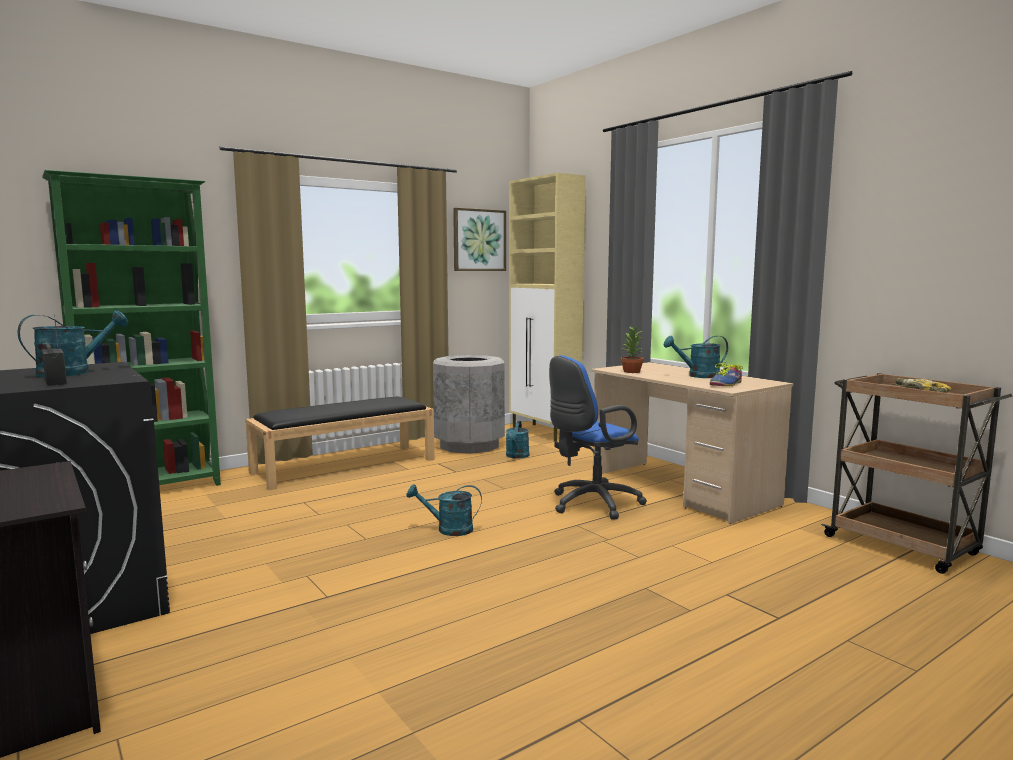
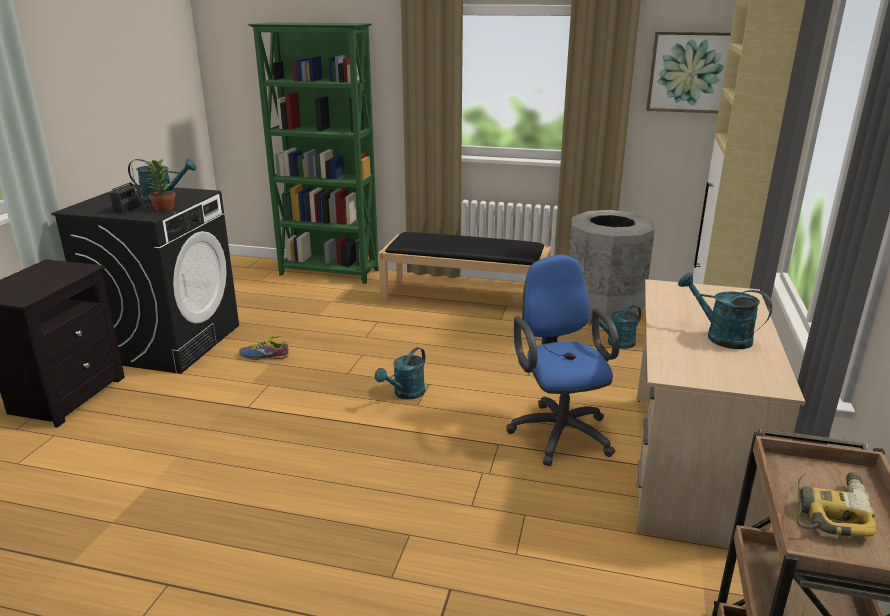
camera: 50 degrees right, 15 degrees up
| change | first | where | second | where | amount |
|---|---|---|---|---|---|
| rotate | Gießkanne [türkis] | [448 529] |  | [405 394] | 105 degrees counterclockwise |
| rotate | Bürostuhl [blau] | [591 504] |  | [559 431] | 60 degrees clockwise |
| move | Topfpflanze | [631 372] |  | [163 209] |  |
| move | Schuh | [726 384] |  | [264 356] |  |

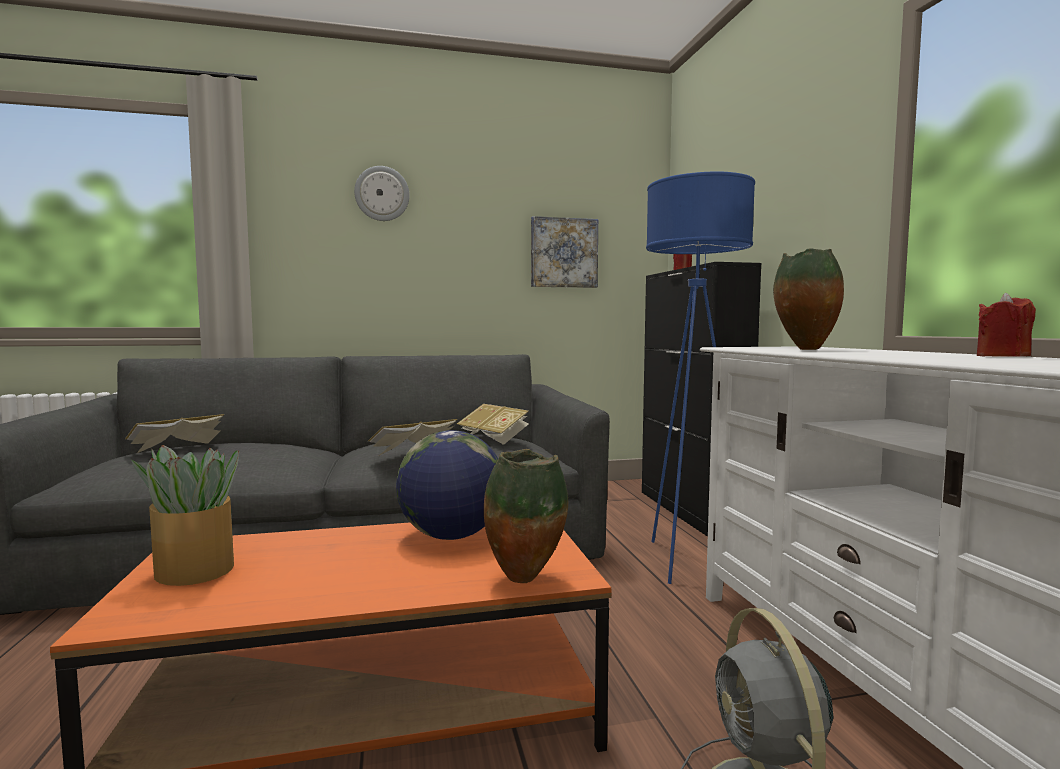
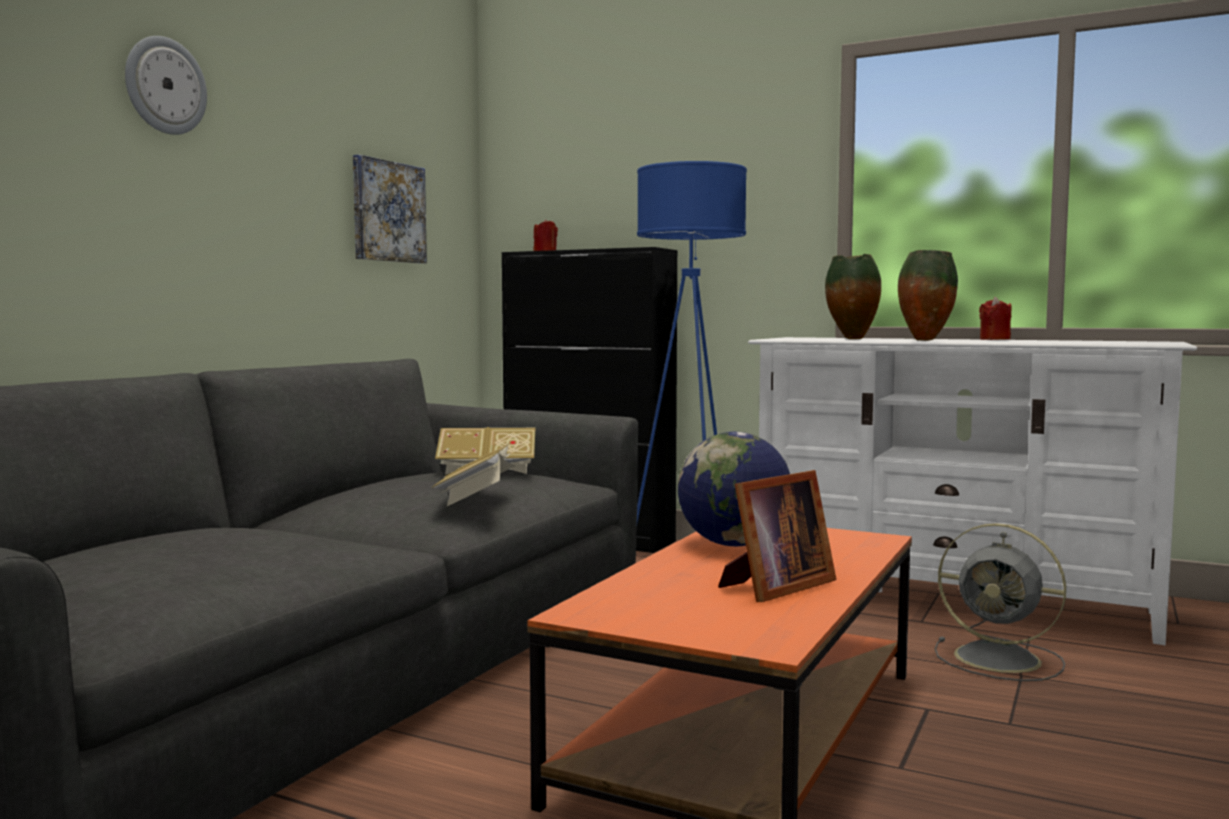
camera: 50 degrees left, 0 degrees up
| change | first | where | second | where | amount |
|---|---|---|---|---|---|
| delete | Buch | [178 450] |  |  |  |
| delete | Topfpflanze | [195 570] |  |  |  |
| move | Vase | [526 580] |  | [925 340] |  |
| insert |  |  | Bilderrahmen | [774 587] |  |

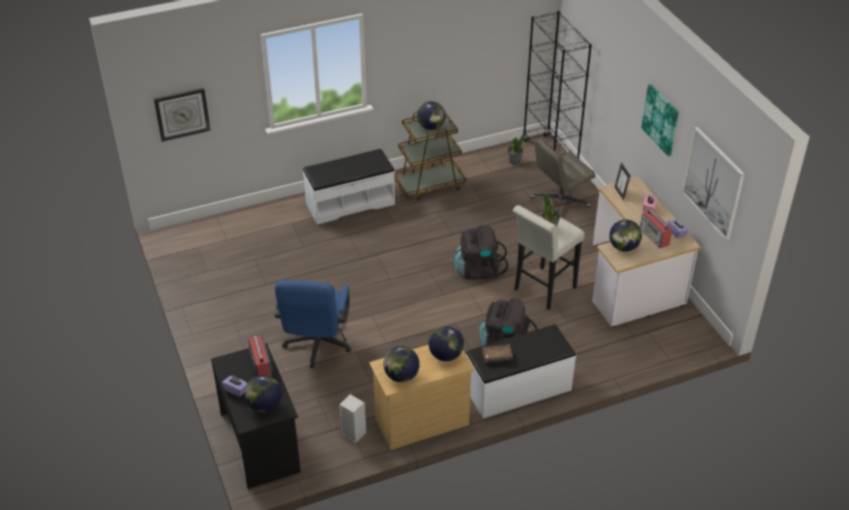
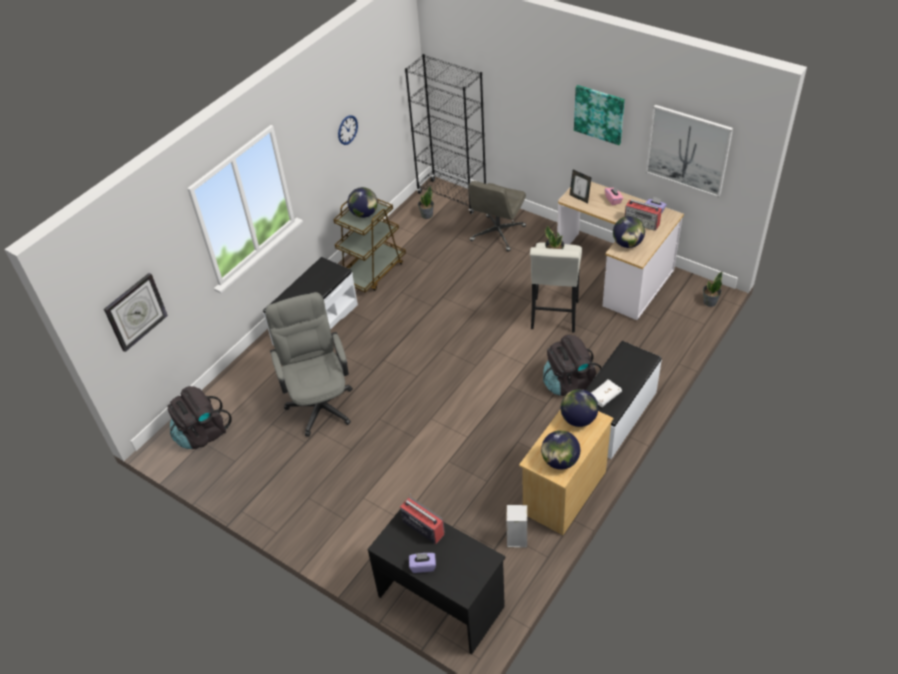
camera: 30 degrees left, 5 degrees up
| change | first | where | second | where | amount |
|---|---|---|---|---|---|
| delete | Globus | [264 405] |  |  |  |
| delete | Bürostuhl [blau] | [316 346] |  |  |  |
| move | Rucksack [schwarz] | [478 270] |  | [202 433] |  |
| recolor | Buch [braun] | [497 357] | Buch [weiß] | [604 396] |  |
| insert |  |  | Bürostuhl [grau] | [319 401] |  |
| insert |  |  | Wanduhr | [347 130] |  |
| insert |  |  | Topfpflanze | [709 302] |  |

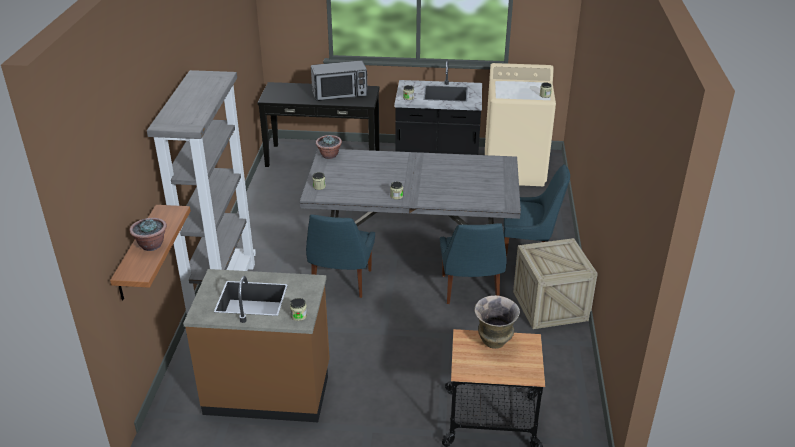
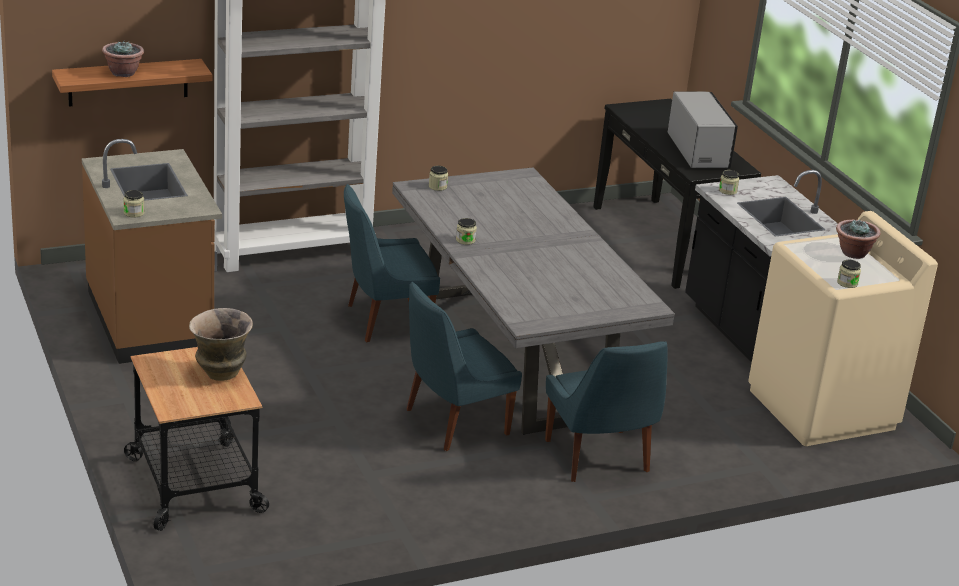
camera: 60 degrees right, 5 degrees down
| change | first | where | second | where | amount |
|---|---|---|---|---|---|
| rotate | Mikrowelle | [340 94] |  | [698 150] | 150 degrees counterclockwise |
| move | Topfpflanze | [329 155] |  | [853 253] |  |
| delete | Kiste | [550 306] |  |  |  |

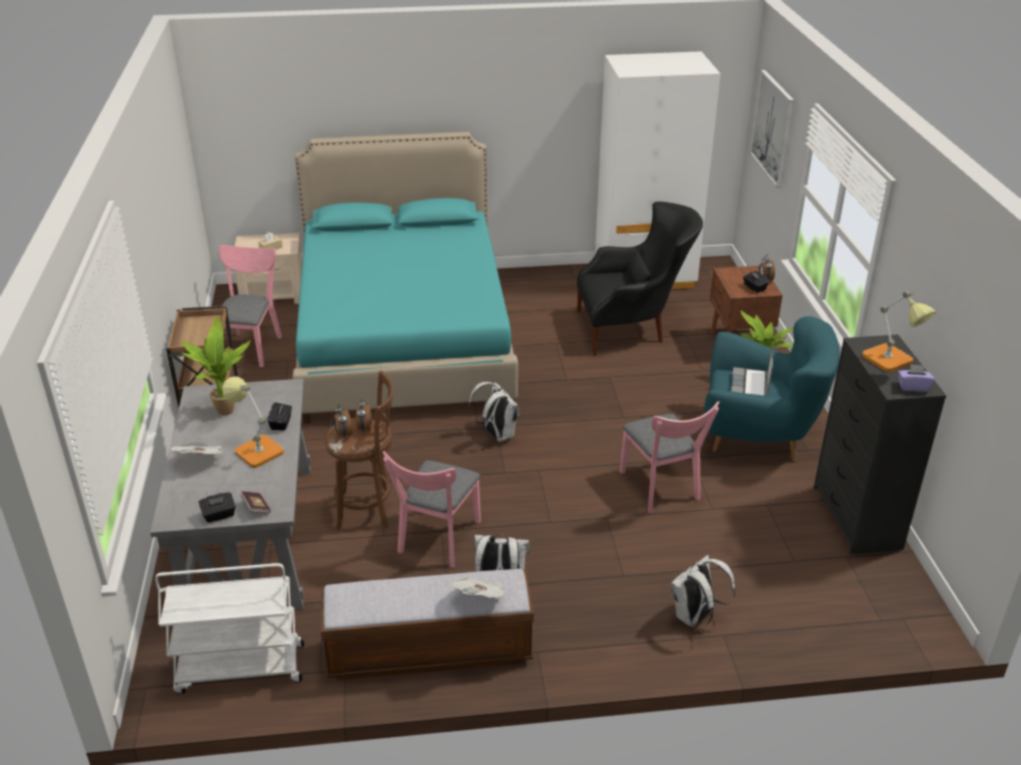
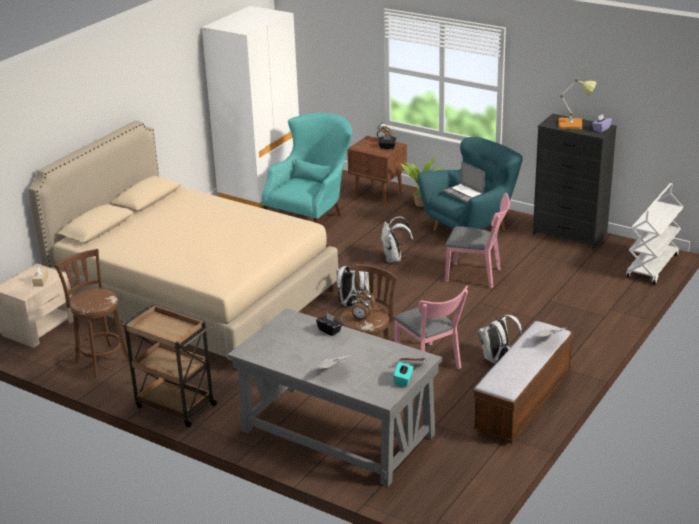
camera: 50 degrees left, 5 degrees down
| change | first | where | second | where | amount |
|---|---|---|---|---|---|
| move | Rollwagen [weiß] | [239 669] |  | [652 267] |  |
| delete | Topfpflanze | [222 411] |  |  |  |
| recolor | Taschentuchbox [schwarz] | [219 515] | Taschentuchbox [türkis] | [403 380] |  |
| replace | Stuhl [rosa] | [252 346] | Hocker [braun] | [101 360] |  |
| delete | Tischlampe | [255 450] |  |  |  |
| recolor | Bett [türkis] | [403 339] | Bett [beige] | [194 297] |  |
| recolor | Sessel [schwarz] | [633 329] | Sessel [türkis] | [312 218] |  |
| move | Rucksack [weiß] | [695 617] |  | [394 259] |  |
| delete | Bild | [772 128] |  |  |  |

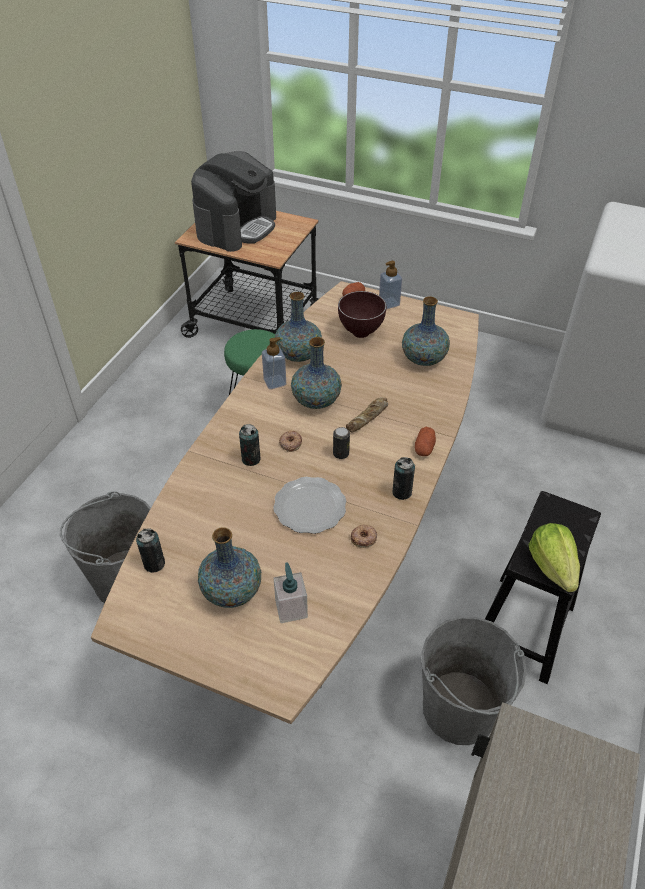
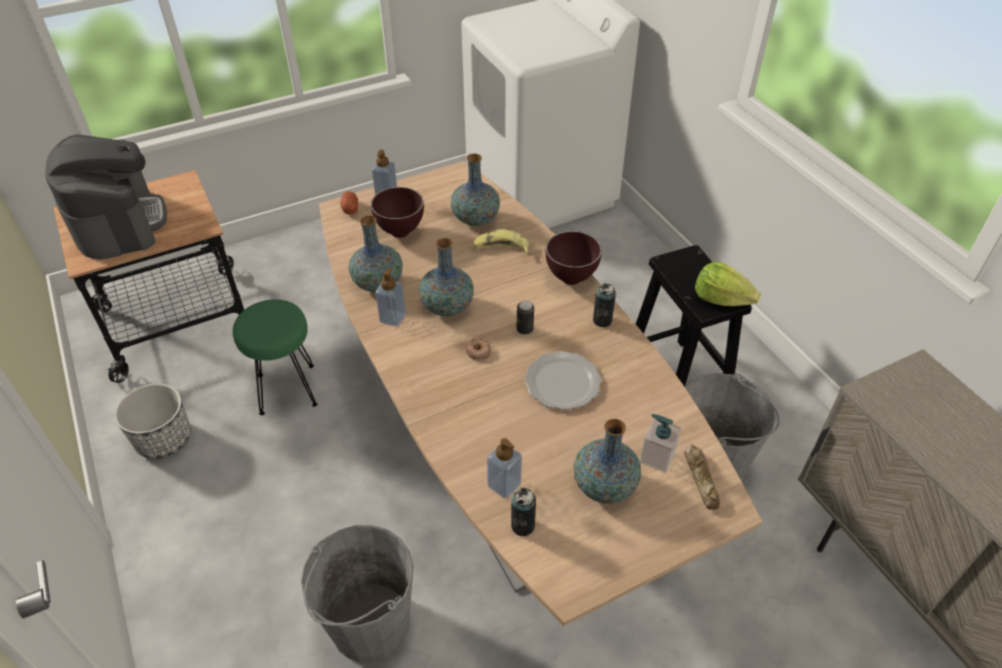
camera: 50 degrees left, 0 degrees up
| change | first | where | second | where | amount |
|---|---|---|---|---|---|
| delete | Dose | [251 459] |  |  |  |
| move | Brot | [368 417] |  | [701 479] |  |
| delete | Donut | [364 538] |  |  |  |
| replace | Kartoffel | [424 448] | Schüssel [braun] | [570 279] |  |
| insert |  |  | Pflanzkübel | [163 439] |  |
| insert |  |  | Banane | [501 249] |  |
| insert |  |  | Seifenspender | [504 485] |  |

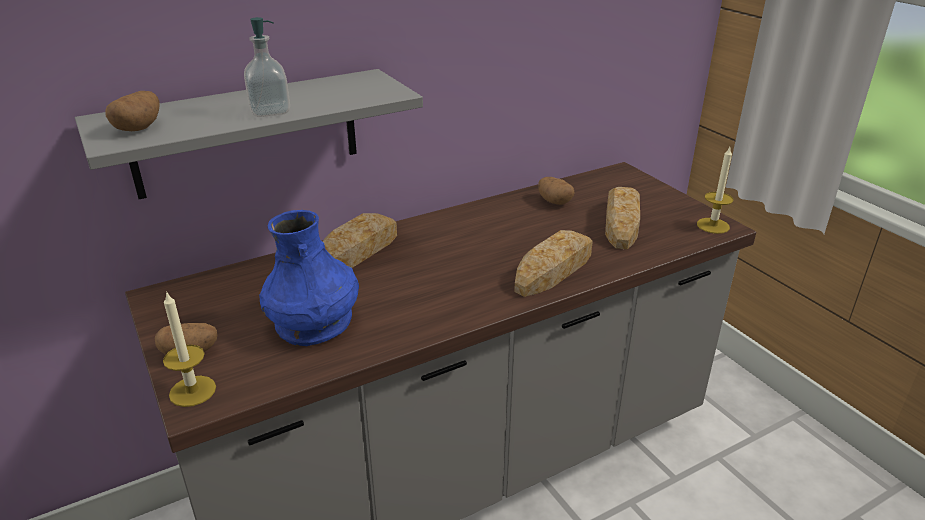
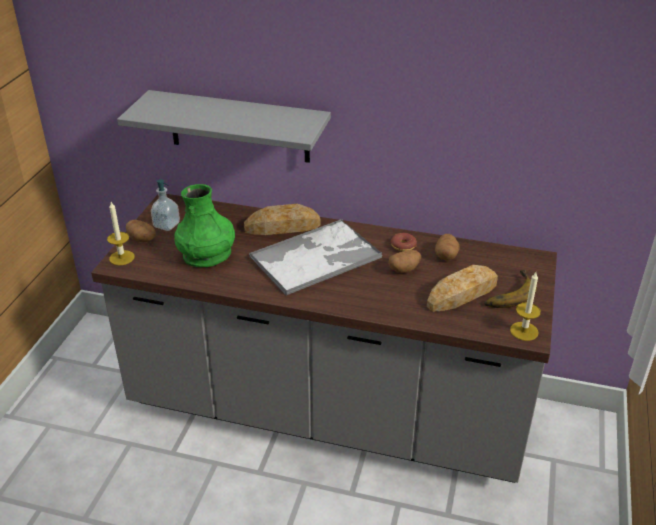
camera: 45 degrees right, 5 degrees up
| change | first | where | second | where | amount |
|---|---|---|---|---|---|
| move | Kartoffel | [139 128] |  | [404 269] |  |
| move | Seifenspender | [270 111] |  | [166 225] |  |
| recolor | Vase [blau] | [314 322] | Vase [grün] | [207 254] |  |
| delete | Brot | [553 270] |  |  |  |
| insert |  |  | Tablett | [316 257] |  |
| insert |  |  | Donut | [403 246] |  |
| insert |  |  | Banane | [506 293] |  |

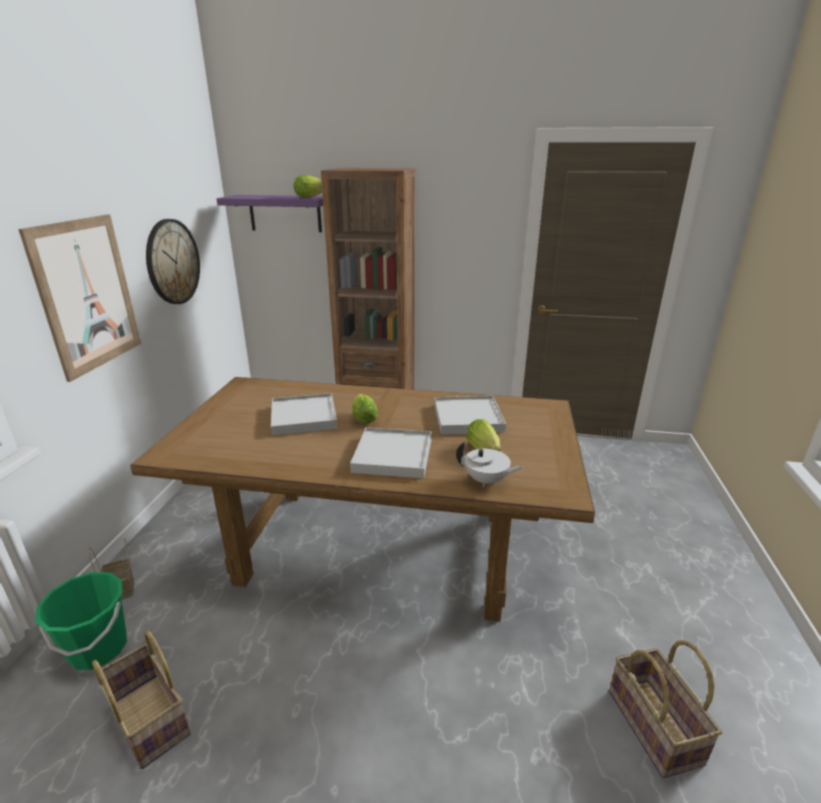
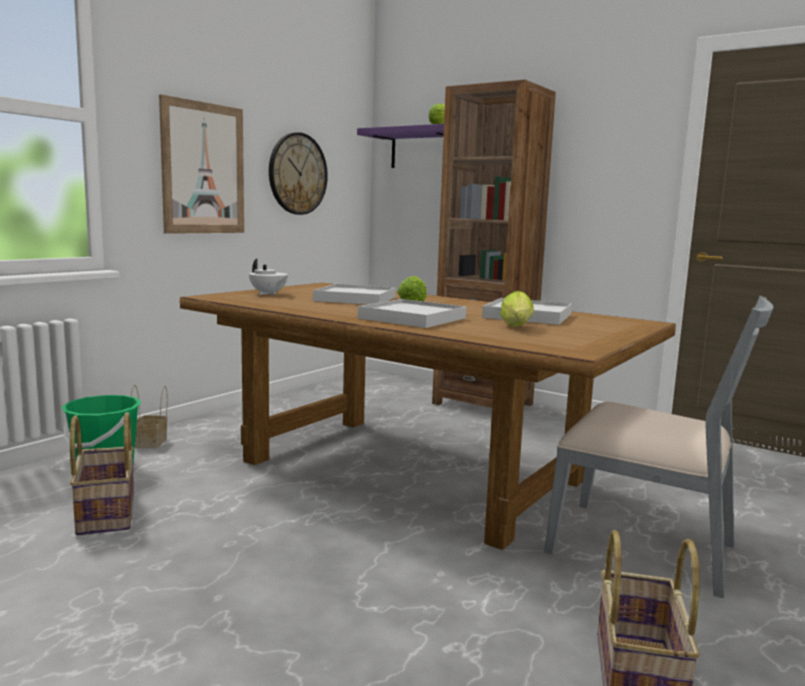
camera: 25 degrees right, 15 degrees down
| change | first | where | second | where | amount |
|---|---|---|---|---|---|
| move | Teekanne [weiß] | [486 480] |  | [268 294] |  |
| insert |  |  | Stuhl [grau] | [643 547] |  |

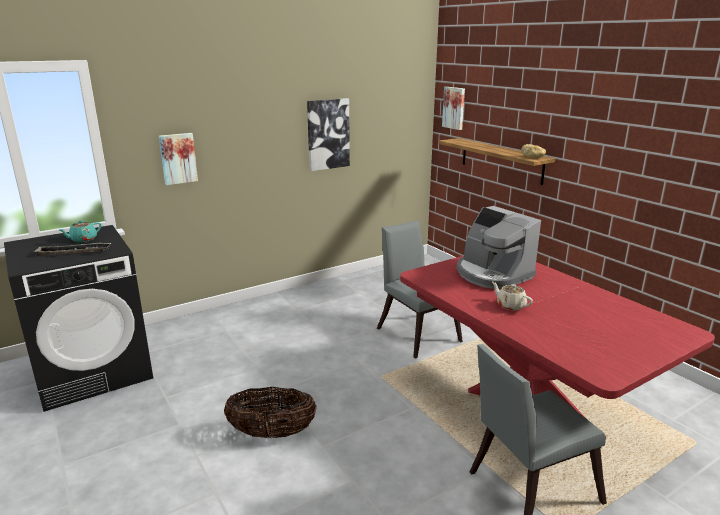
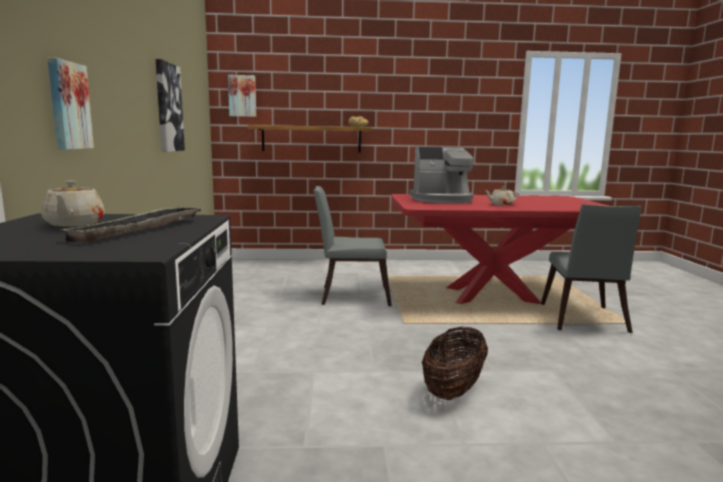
camera: 60 degrees left, 10 degrees down
| change | first | where | second | where | amount |
|---|---|---|---|---|---|
| recolor | Teekanne [türkis] | [83 239] | Teekanne [beige] | [74 224] |  |

